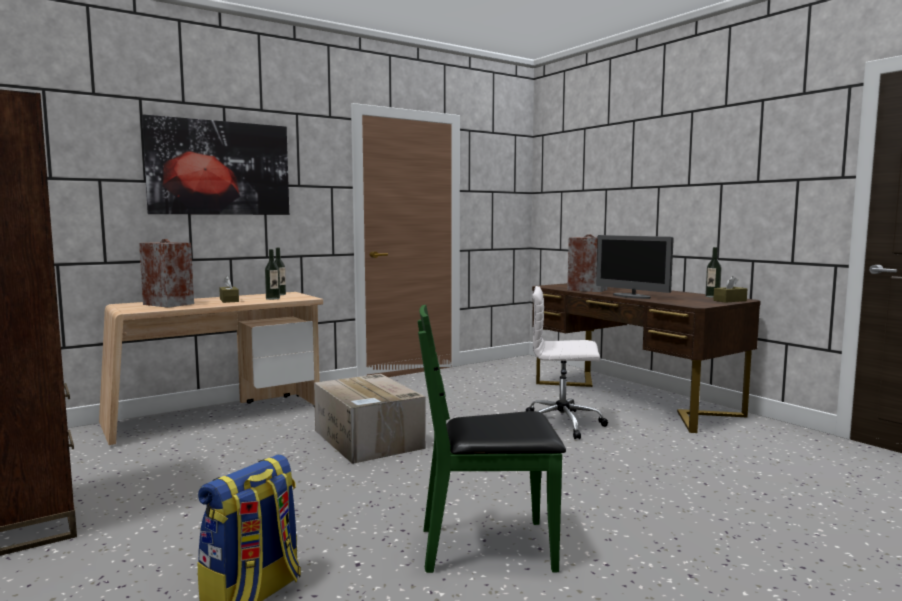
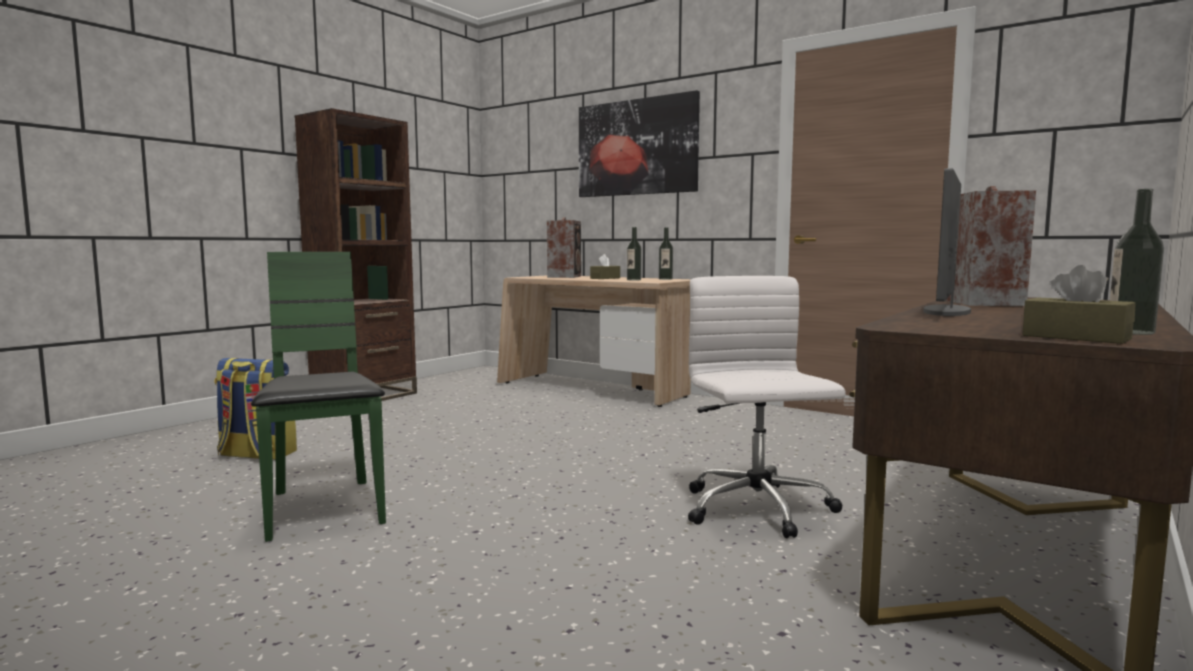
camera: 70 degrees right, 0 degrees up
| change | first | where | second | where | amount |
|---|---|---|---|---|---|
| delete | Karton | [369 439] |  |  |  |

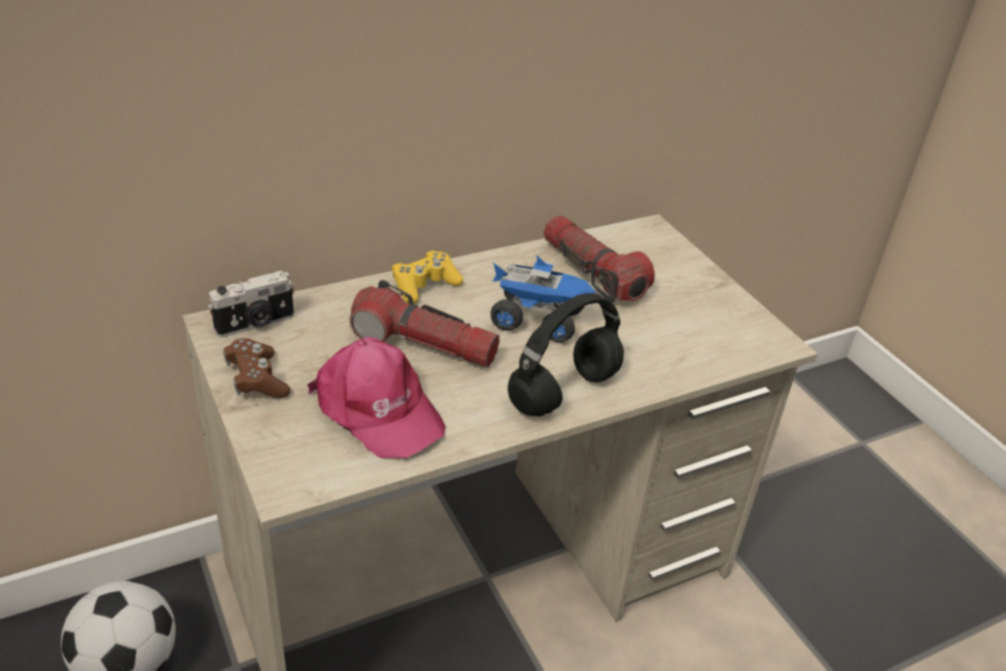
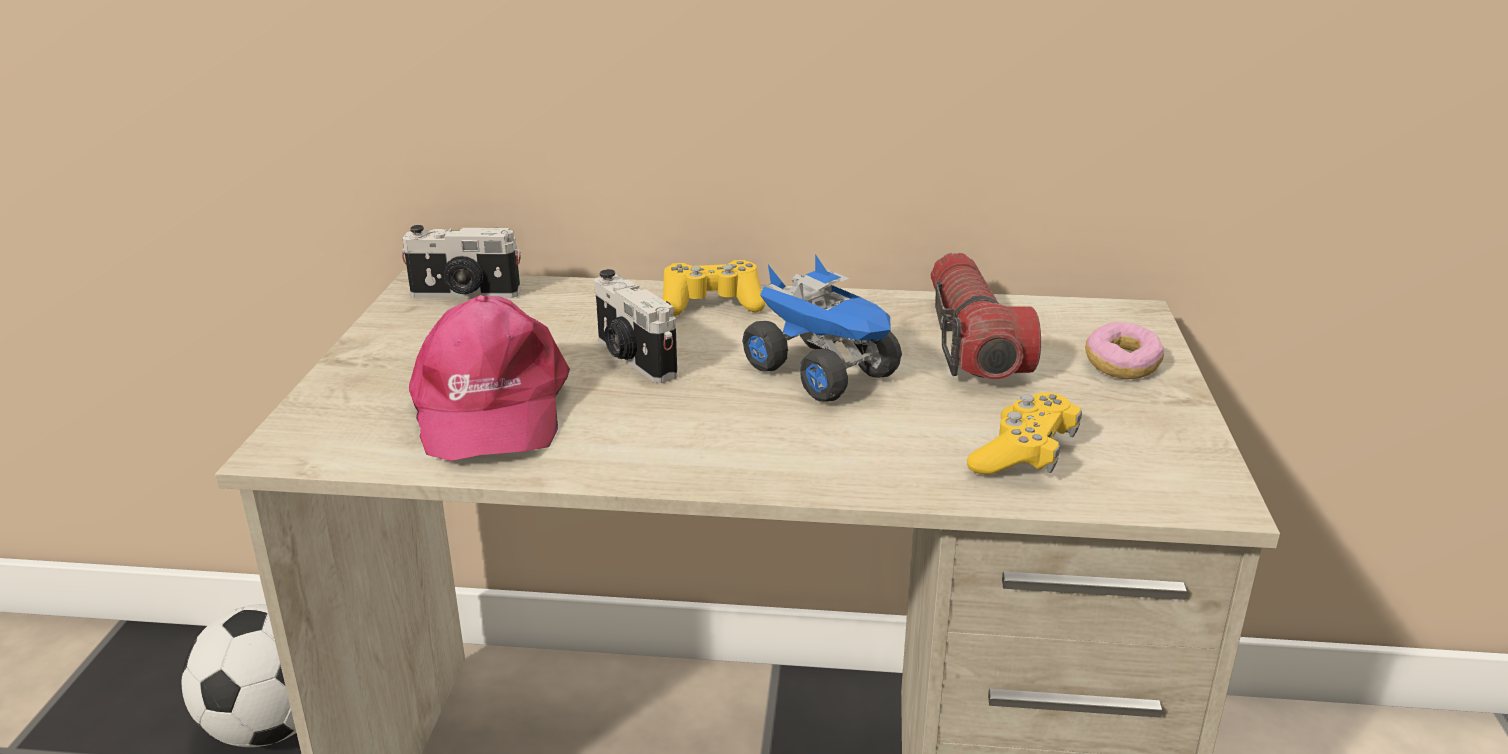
camera: 35 degrees right, 10 degrees down
| change | first | where | second | where | amount |
|---|---|---|---|---|---|
| delete | Gamepad [braun] | [257 379] |  |  |  |
| replace | Taschenlampe | [424 344] | Kamera | [633 359] |  |
| delete | Kopfhörer [schwarz] | [563 393] |  |  |  |
| insert |  |  | Gamepad [gelb] | [1024 455] |  |
| insert |  |  | Donut | [1121 366] |  |

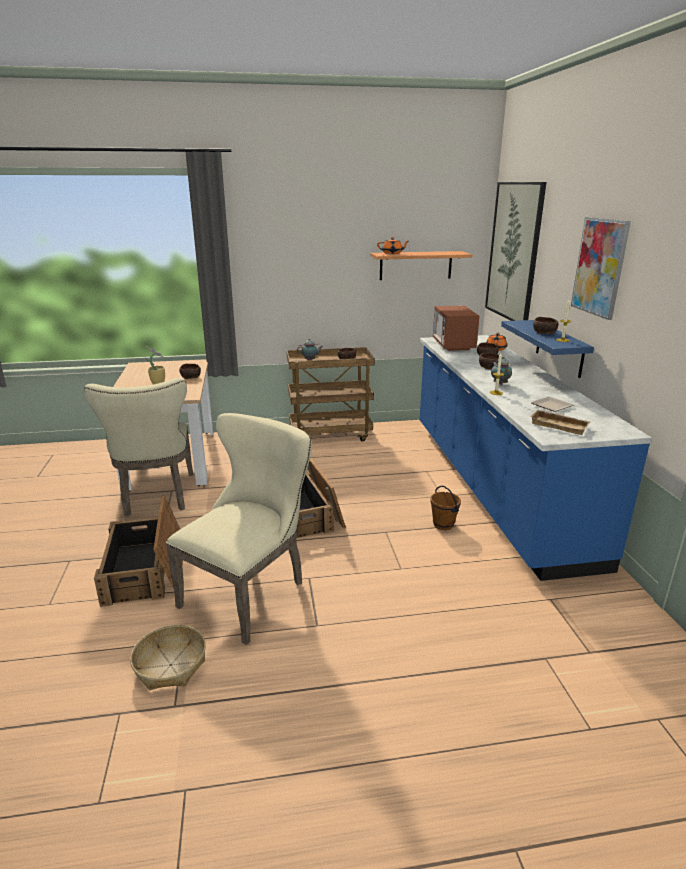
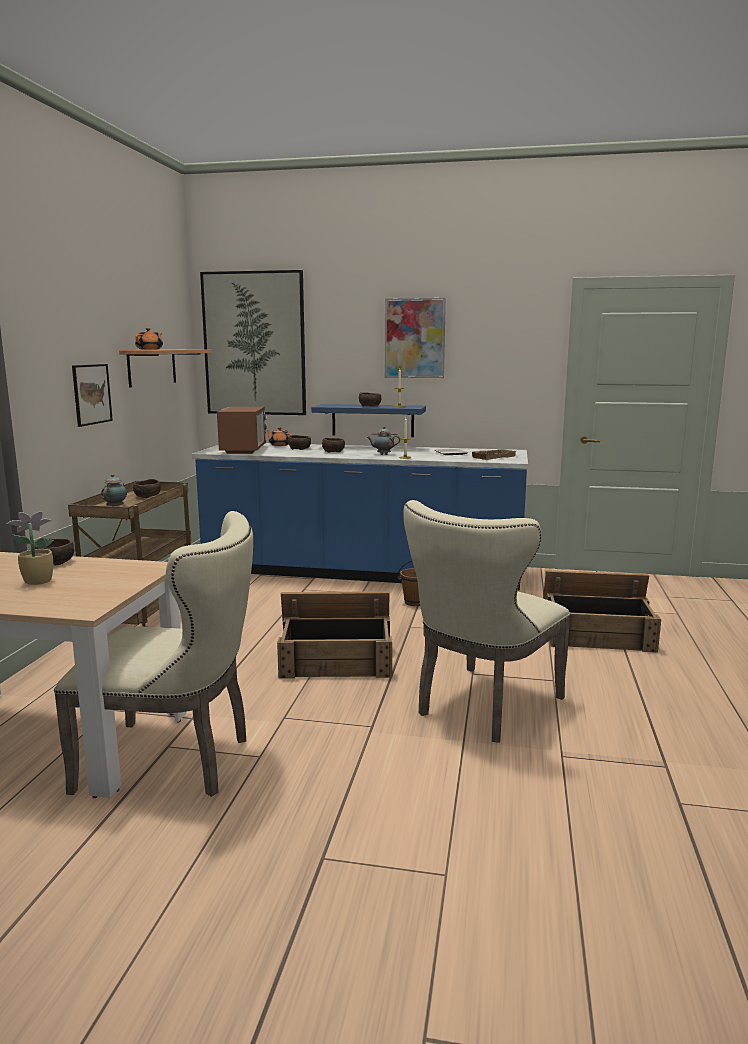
camera: 70 degrees left, 10 degrees down
| change | first | where | second | where | amount |
|---|---|---|---|---|---|
| move | Kiste | [147 570] |  | [597 633] |  |
| delete | Korb | [171 665] |  |  |  |
| rotate | Stuhl [beige] | [250 591] |  | [482 707] | 105 degrees counterclockwise |
| rotate | Mikrowelle | [453 345] |  | [243 450] | 105 degrees counterclockwise |
| insert |  |  | Bild | [91 394] |  |

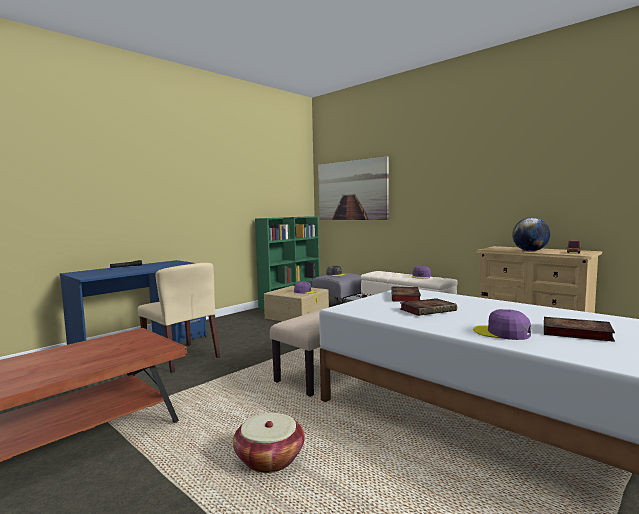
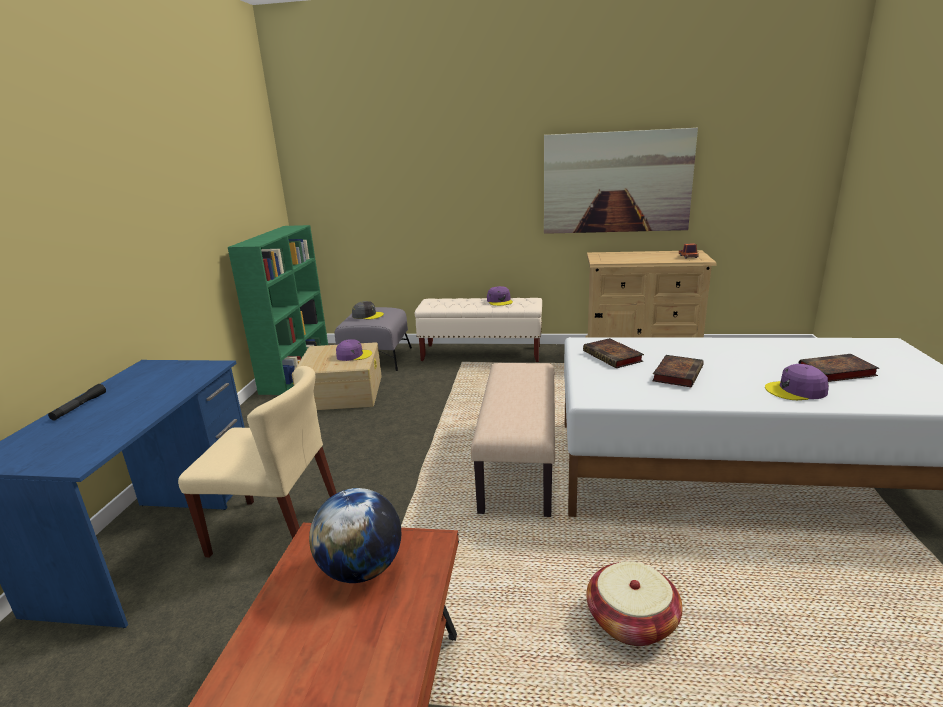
camera: 35 degrees left, 15 degrees up
| change | first | where | second | where | amount |
|---|---|---|---|---|---|
| move | Bild | [352 190] |  | [616 182] |  |
| move | Globus | [530 251] |  | [361 570] |  |

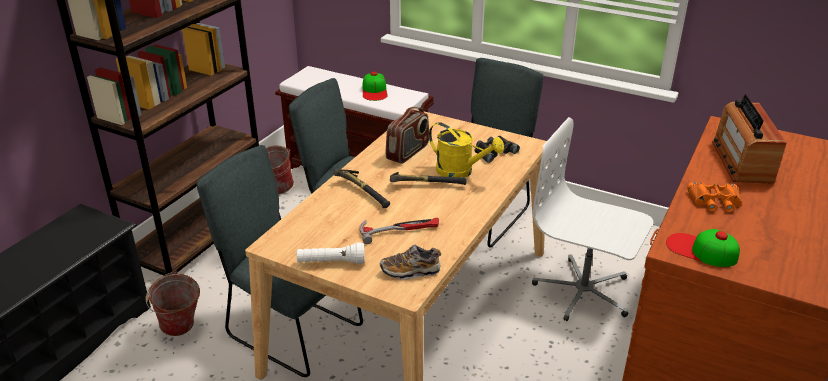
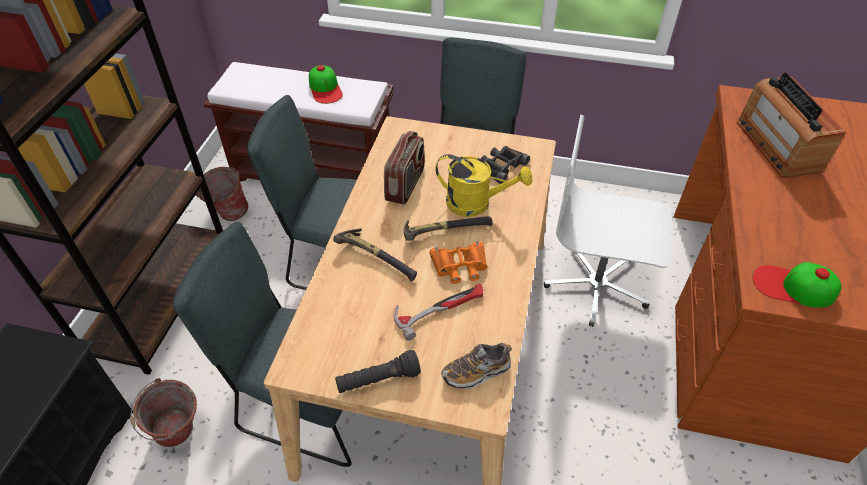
camera: 15 degrees left, 15 degrees up
| change | first | where | second | where | amount |
|---|---|---|---|---|---|
| recolor | Taschenlampe [weiß] | [331 263] | Taschenlampe [schwarz] | [378 380] |  |
| move | Fernglas [orange] | [715 201] |  | [460 266] |  |

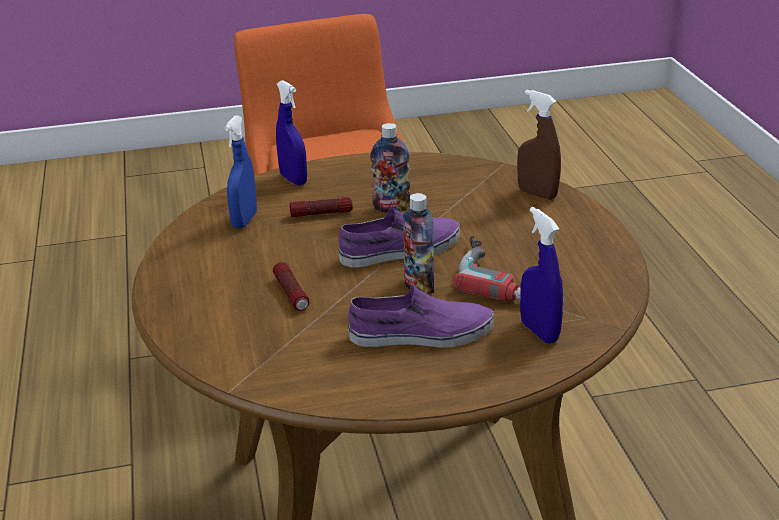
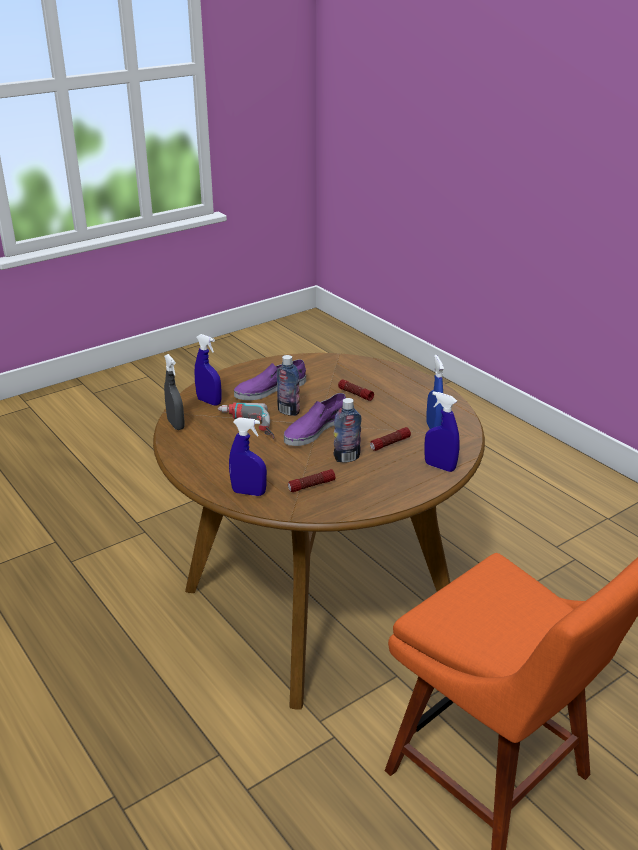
camera: 155 degrees right, 0 degrees up
| change | first | where | second | where | amount |
|---|---|---|---|---|---|
| recolor | Sprühflasche [braun] | [537 194] | Sprühflasche [blau] | [248 492] |  |
| insert |  |  | Sprühflasche [grau] | [176 424] |  |
| insert |  |  | Taschenlampe | [311 486] |  |

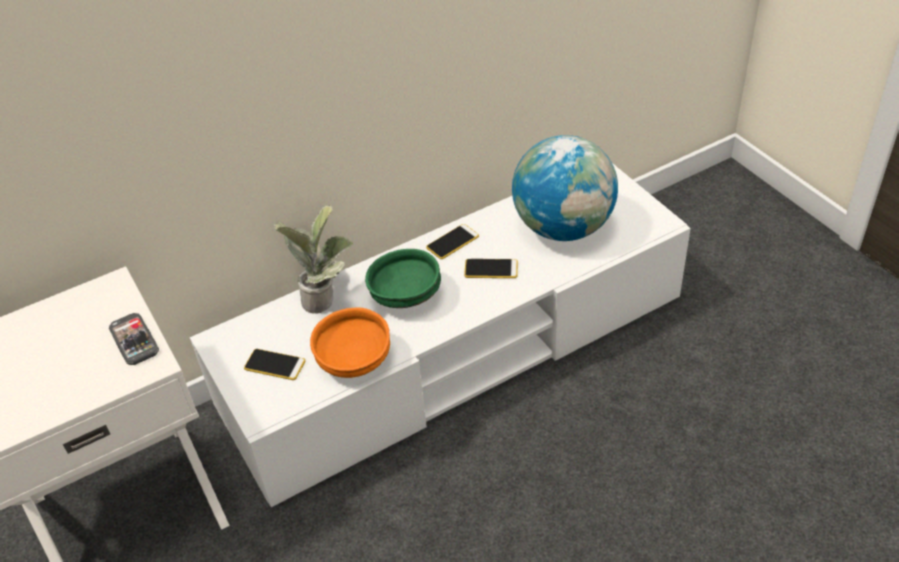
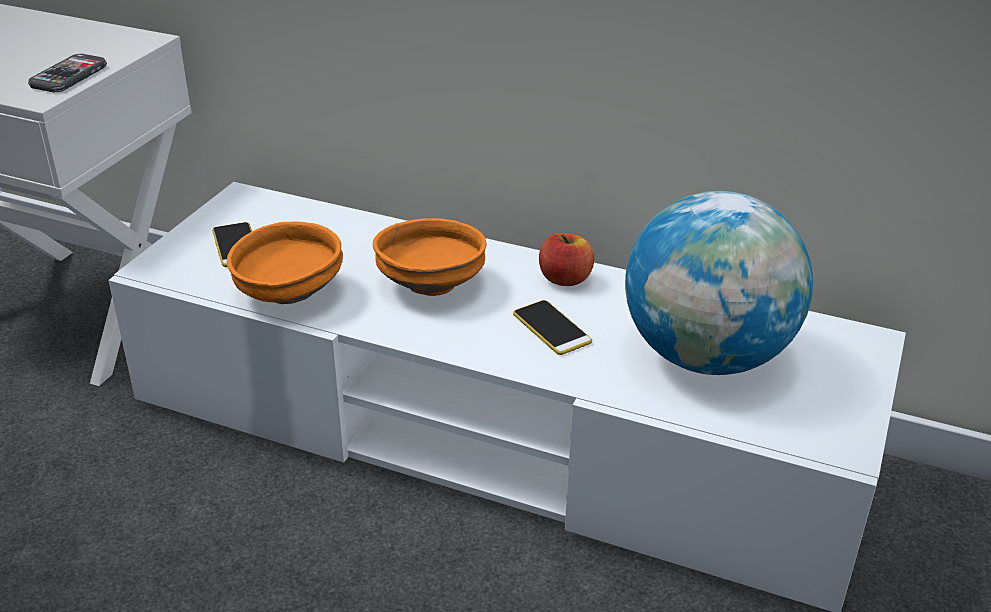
camera: 50 degrees right, 10 degrees down
| change | first | where | second | where | amount |
|---|---|---|---|---|---|
| delete | Topfpflanze | [325 297] |  |  |  |
| recolor | Schüssel [grün] | [405 296] | Schüssel [orange] | [431 283] |  |
| replace | Handy | [452 242] | Apfel | [565 279] |  |

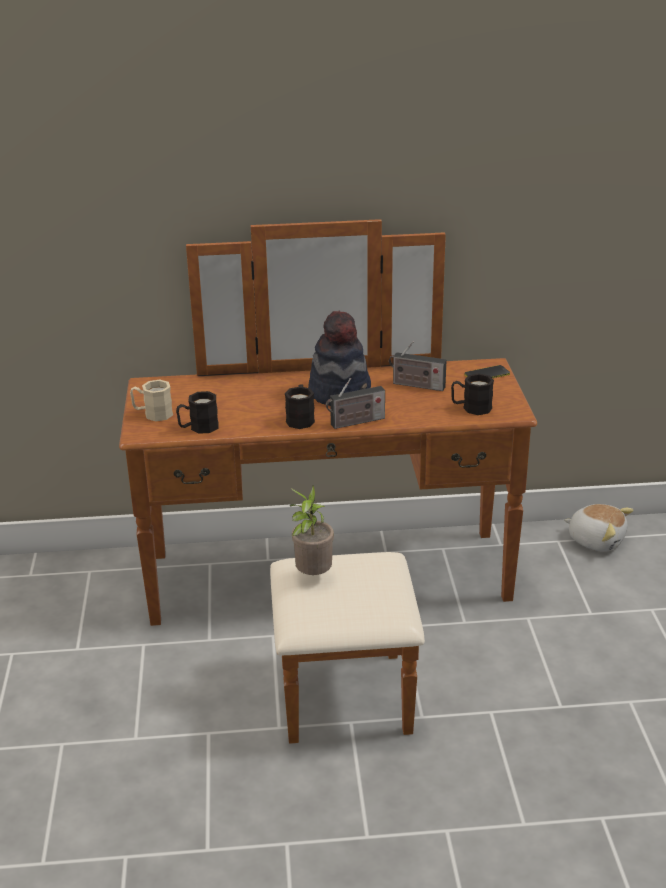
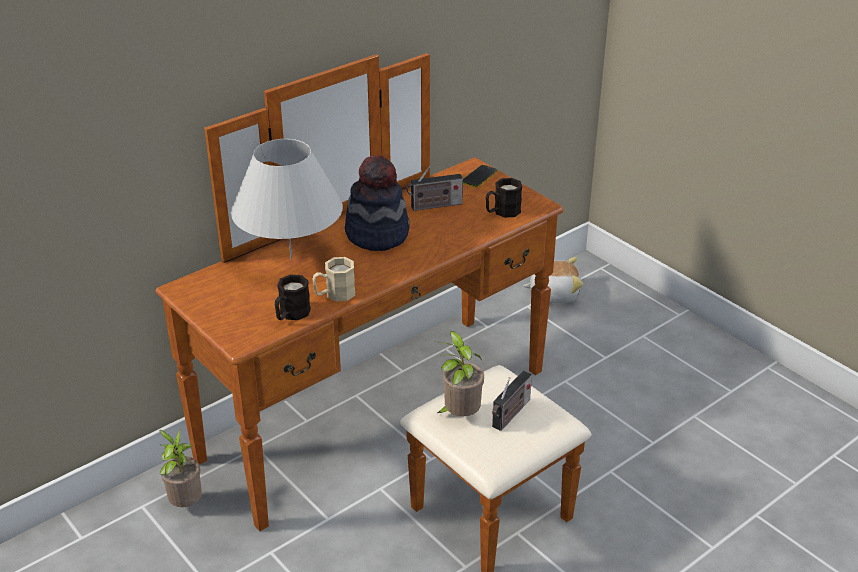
camera: 35 degrees left, 5 degrees up
| change | first | where | second | where | amount |
|---|---|---|---|---|---|
| move | Henkelbecher [beige] | [152 414] |  | [334 294] |  |
| delete | Henkelbecher [schwarz] | [300 418] |  |  |  |
| move | Radio | [355 422] |  | [510 415] |  |
| insert |  |  | Topfpflanze | [185 504] |  |
| insert |  |  | Tischlampe [weiß] | [291 259] |  |

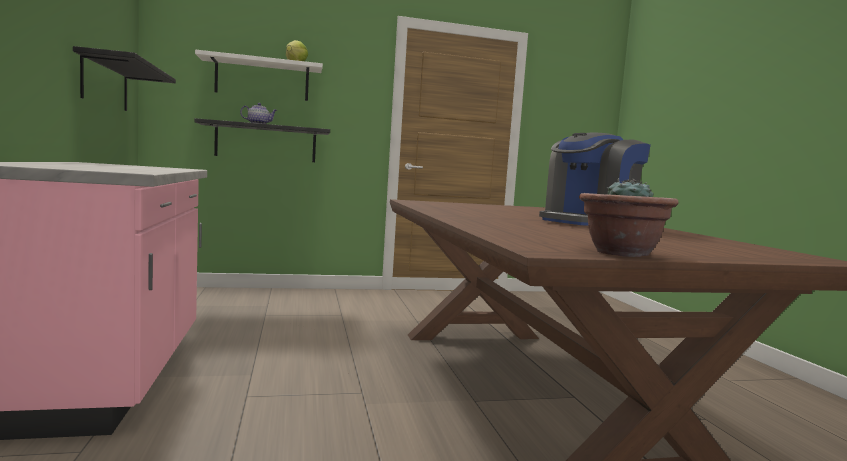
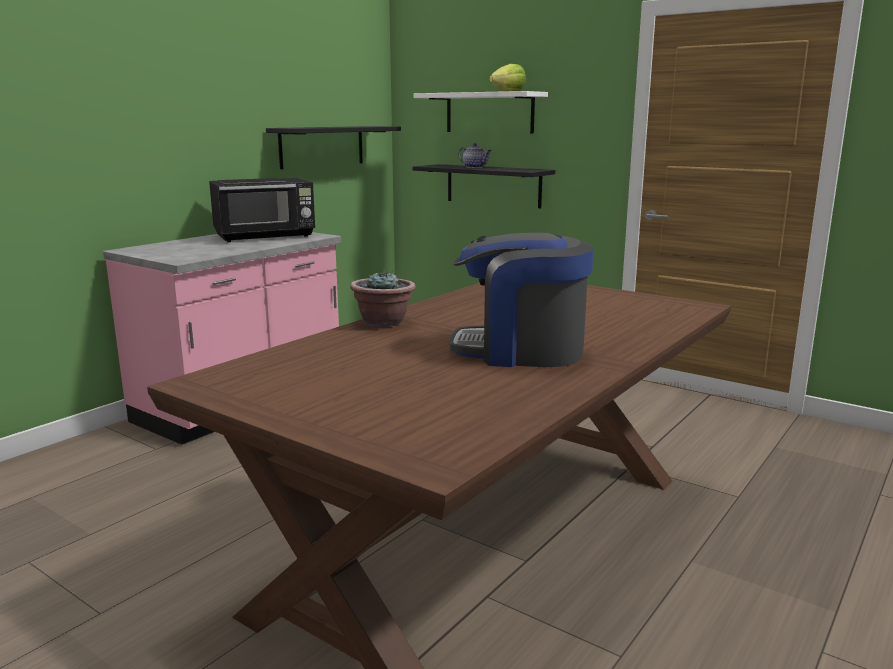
camera: 50 degrees right, 10 degrees up
| change | first | where | second | where | amount |
|---|---|---|---|---|---|
| move | Topfpflanze | [620 253] |  | [383 323] |  |
| insert |  |  | Mikrowelle [schwarz] | [266 236] |  |

